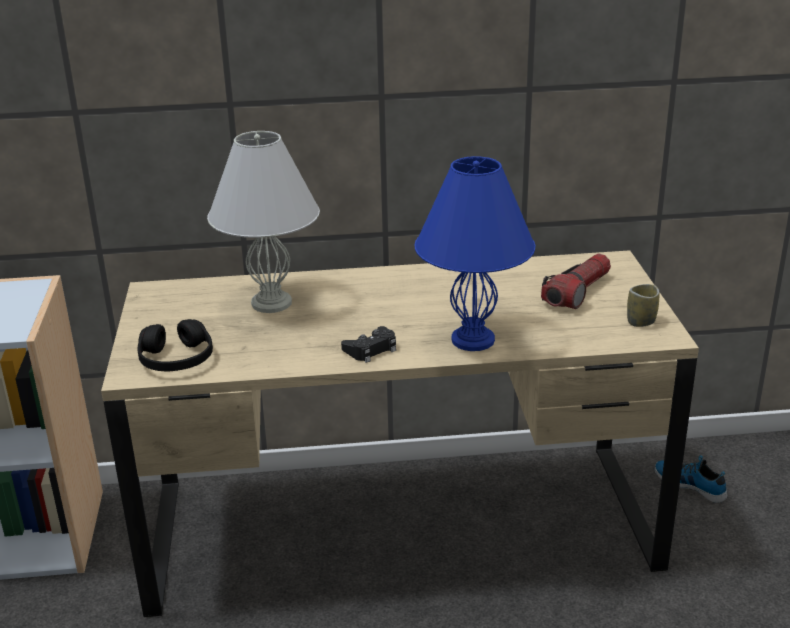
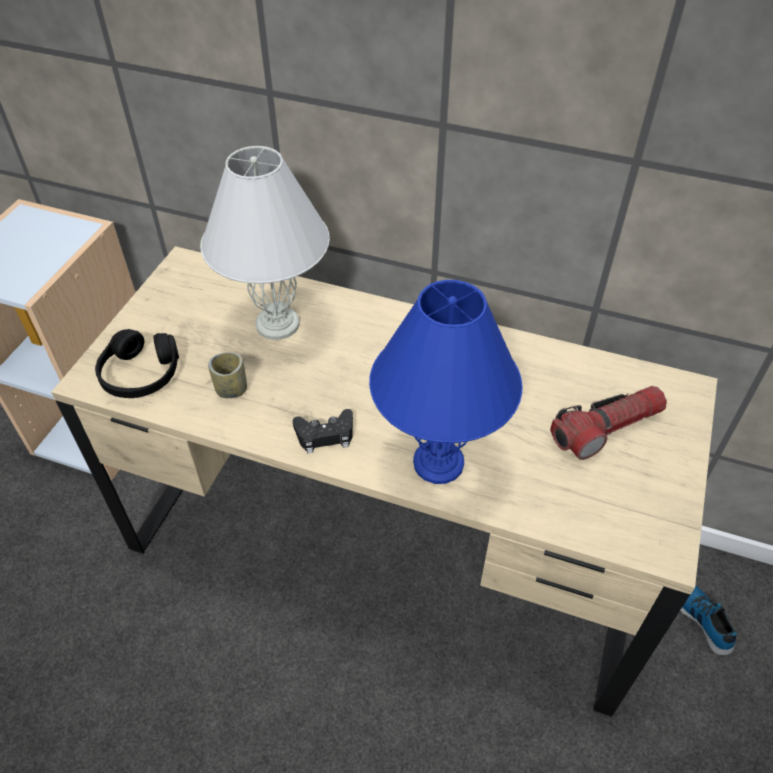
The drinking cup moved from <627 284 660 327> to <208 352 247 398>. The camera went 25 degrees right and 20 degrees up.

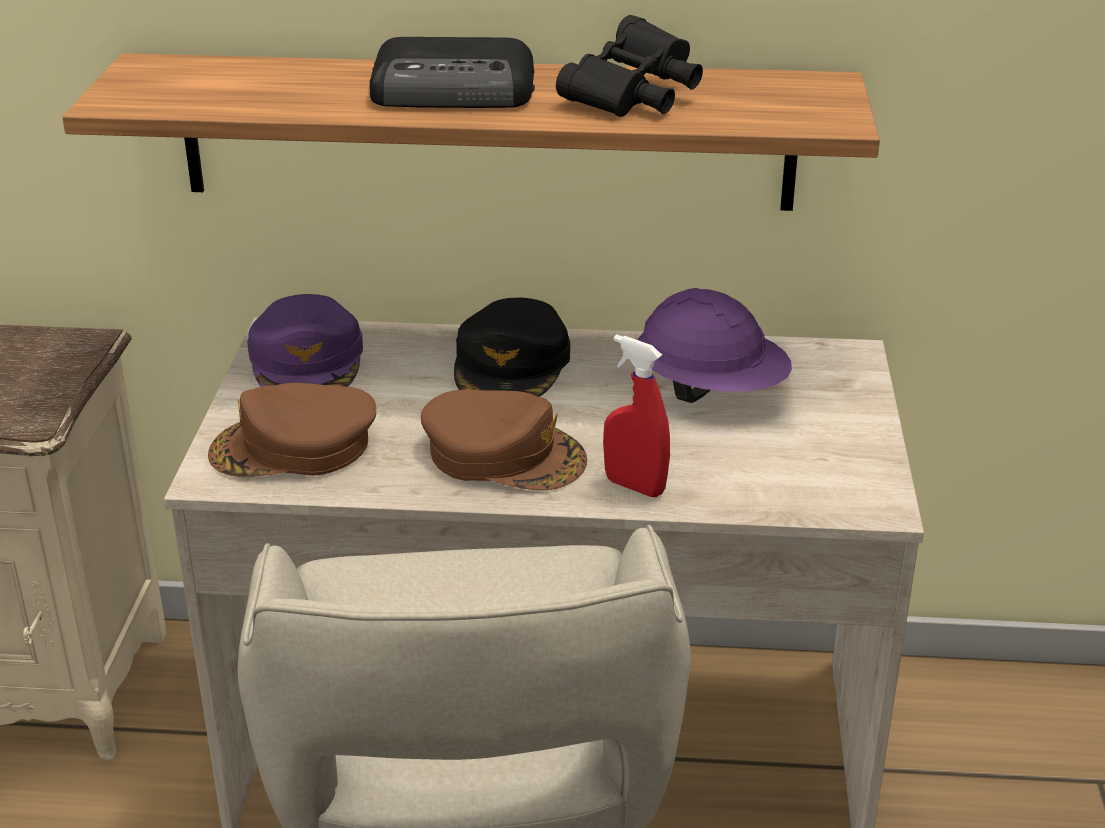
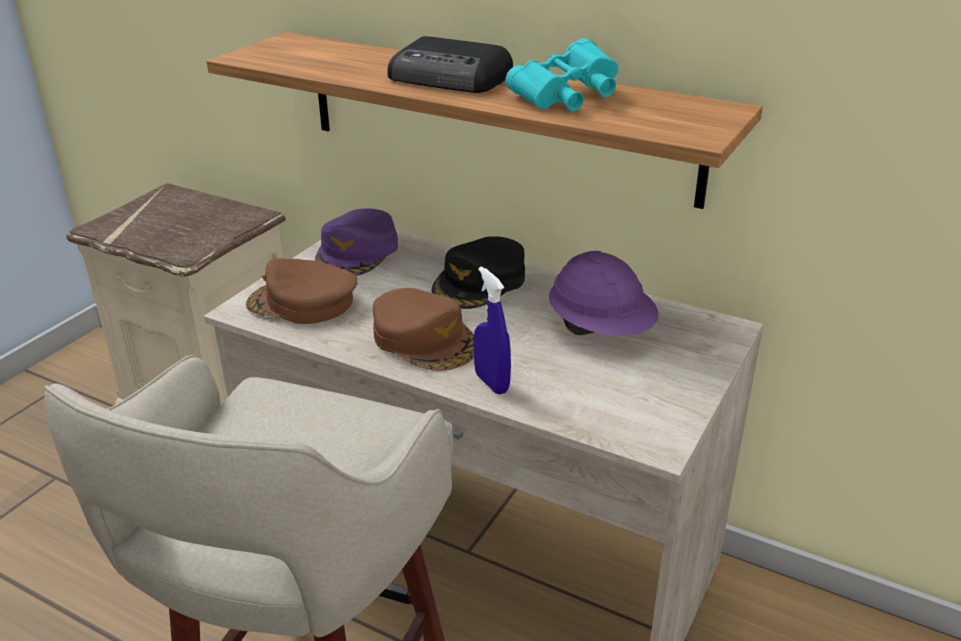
The pair of binoculars in blackish at <556 15 703 117> became the pair of binoculars in turquoise-coloured at <505 38 618 112>. The spray bottle in red-coloured at <603 334 670 497> became the spray bottle in bluish at <474 266 511 394>. The camera went 25 degrees right and 0 degrees up.

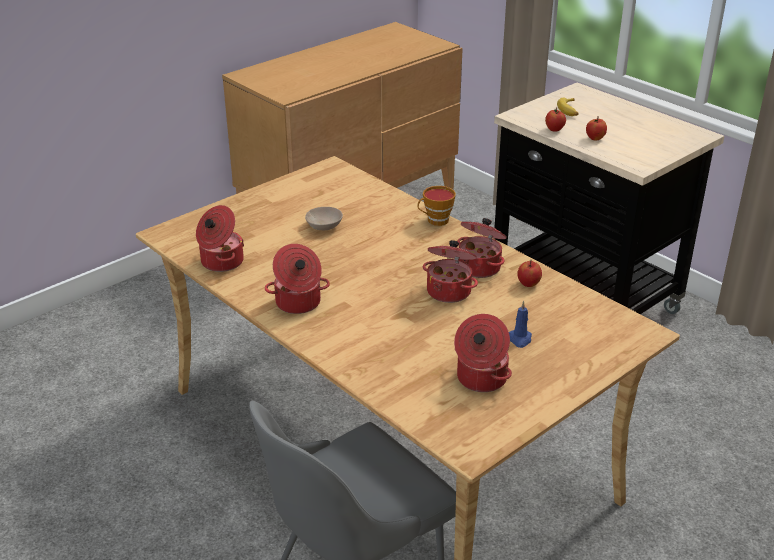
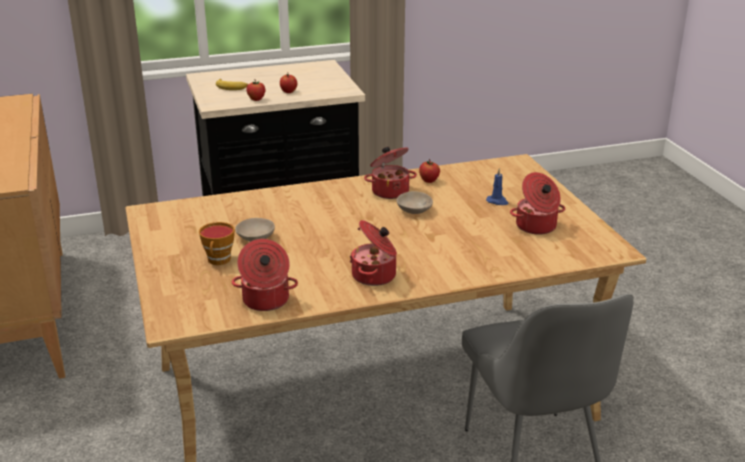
The drinking cup moved from <417 186 456 226> to <199 222 235 265>. The saucepot at <423 240 478 303> was replaced by the serving bowl in beige at <397 191 433 214>. The camera went 65 degrees left and 5 degrees down.

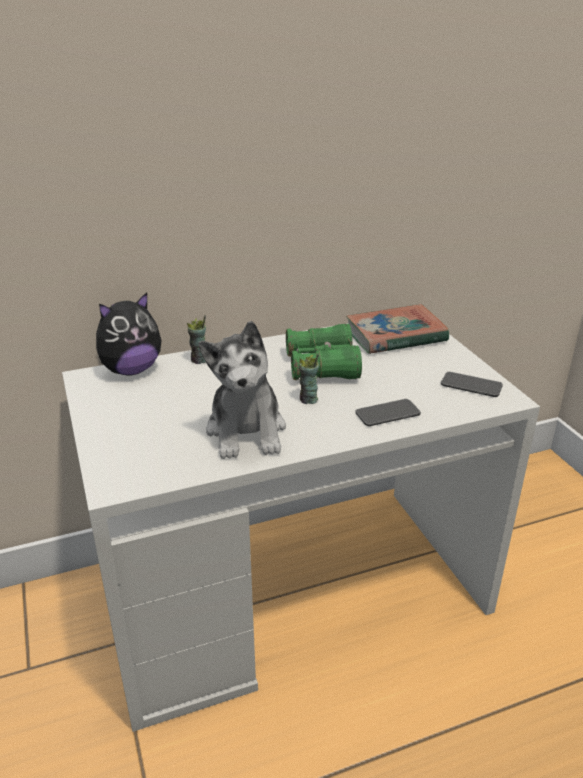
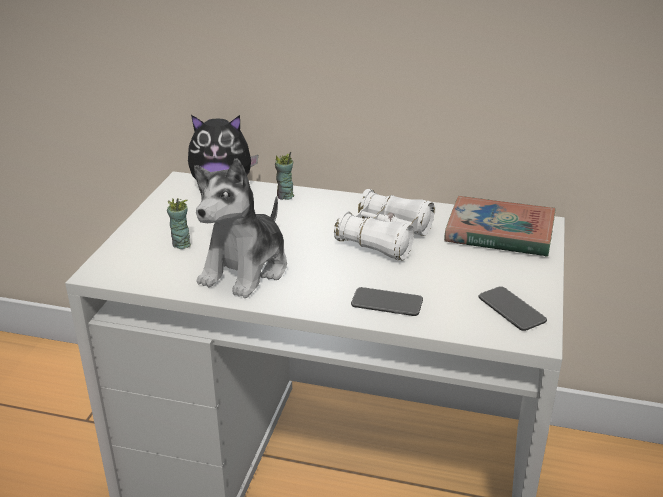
The pair of binoculars in green at <286 324 362 380> became the pair of binoculars in white at <334 189 435 260>. The drinking cup moved from <299 354 319 404> to <167 198 191 249>. The camera went 35 degrees right and 0 degrees up.

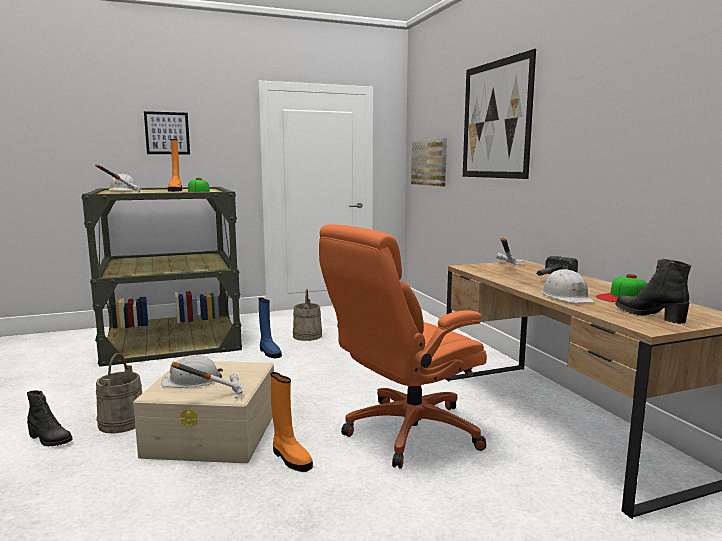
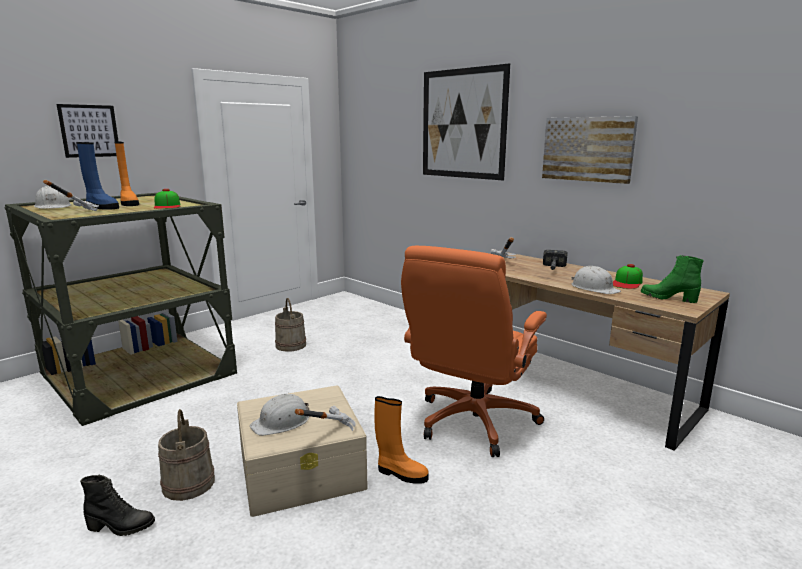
The wall picture moved from <411 138 447 186> to <542 116 638 184>. The boot in blackish at <616 259 691 324> became the boot in green at <641 255 704 303>. The boot in bluish moved from <259 298 282 358> to <77 142 119 209>. The camera went 25 degrees left and 5 degrees up.

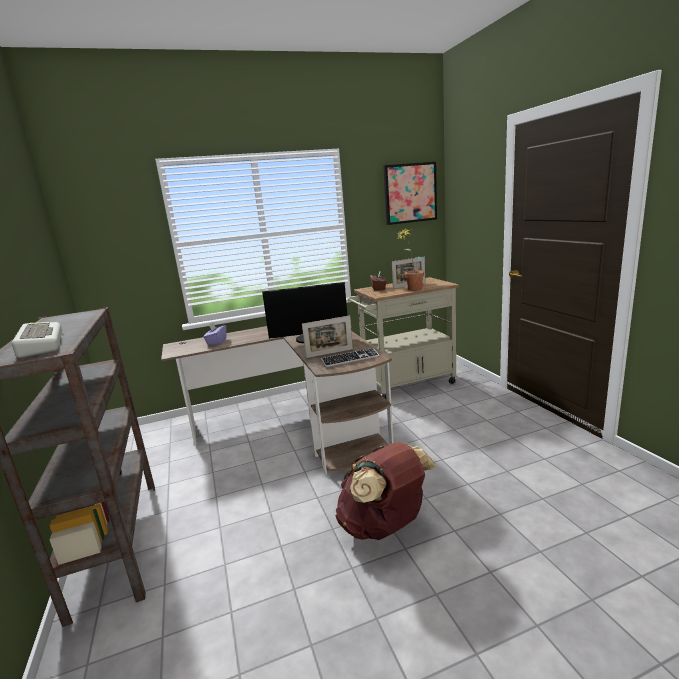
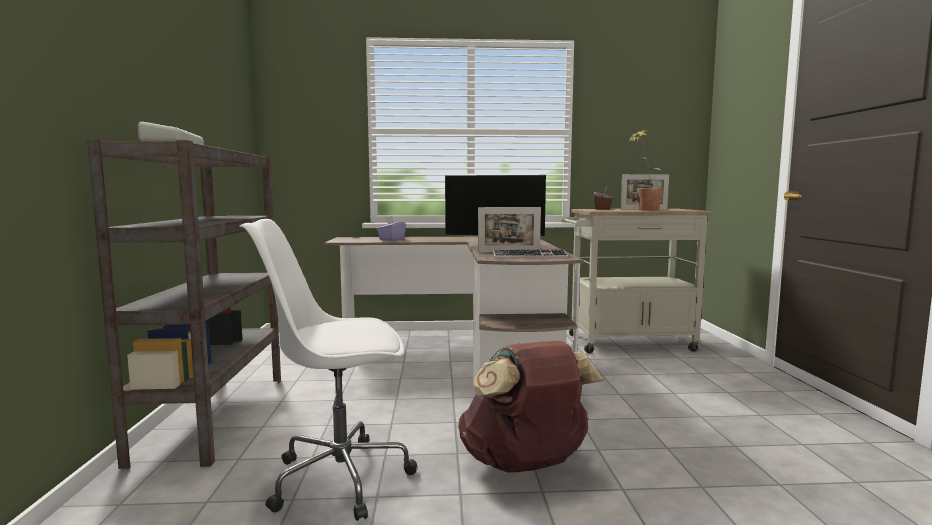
The wall picture at <383 162 437 225> disappeared. The office chair in white at <239 219 418 521> appeared. The camera went 15 degrees right and 10 degrees down.

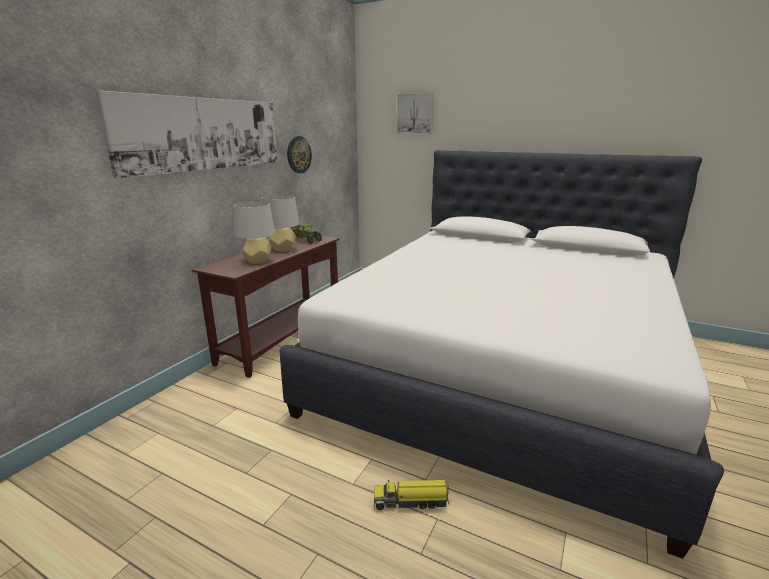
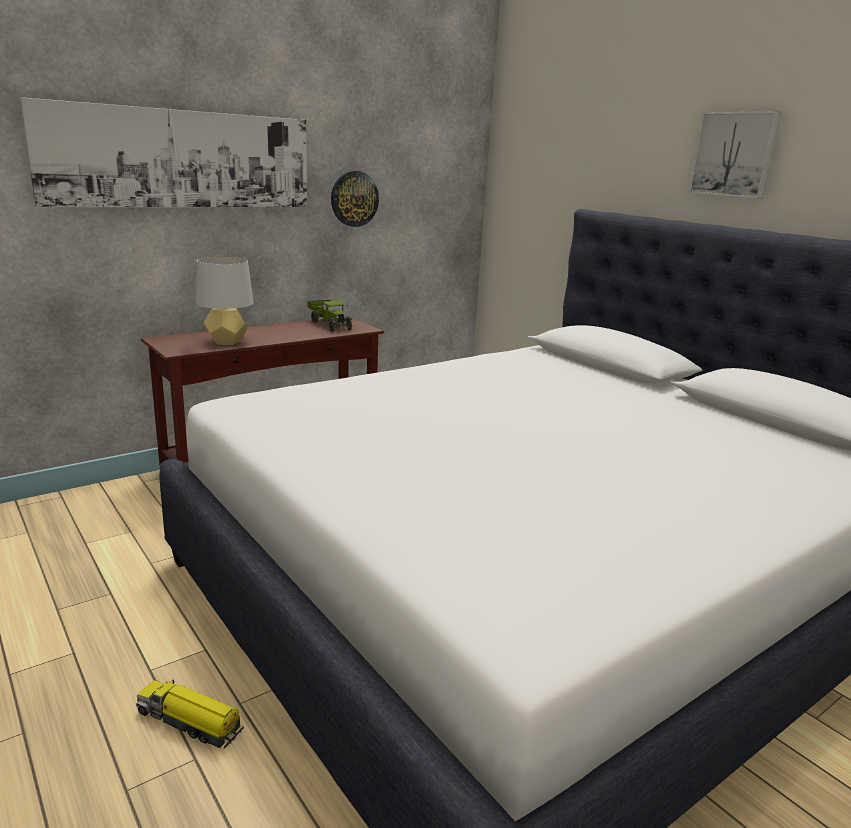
The wall picture moved from <397 93 434 134> to <688 111 781 198>. The table lamp in gray at <263 195 299 252> disappeared. The camera went 25 degrees right and 0 degrees up.

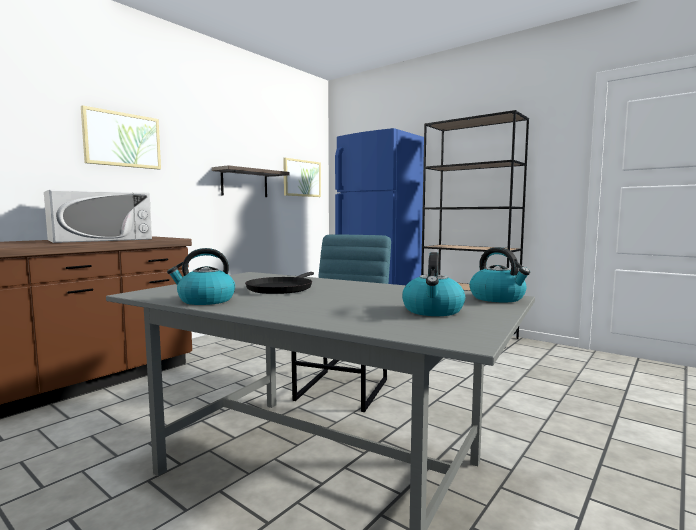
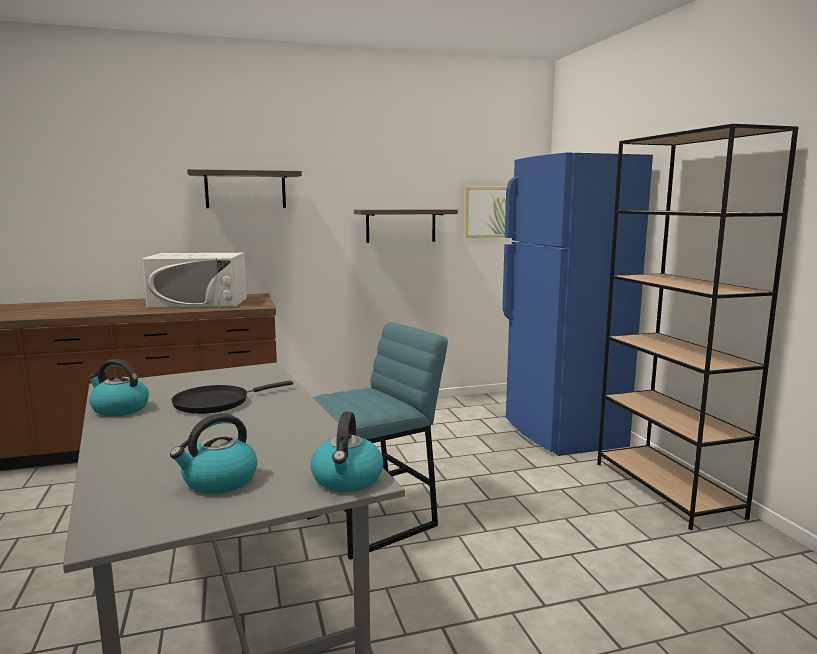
The wall picture at <81 105 161 170> was replaced by the wall shelf at <187 169 302 208>. The camera went 35 degrees right and 5 degrees up.

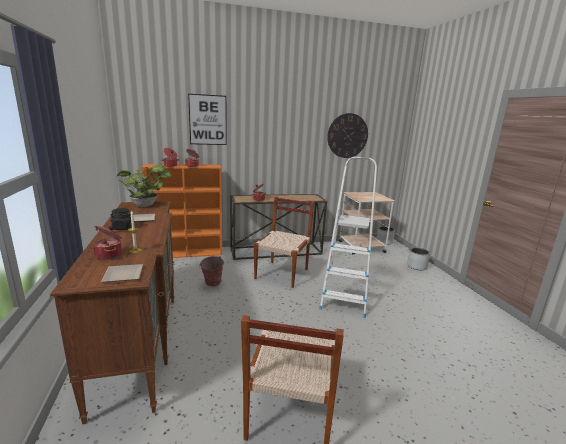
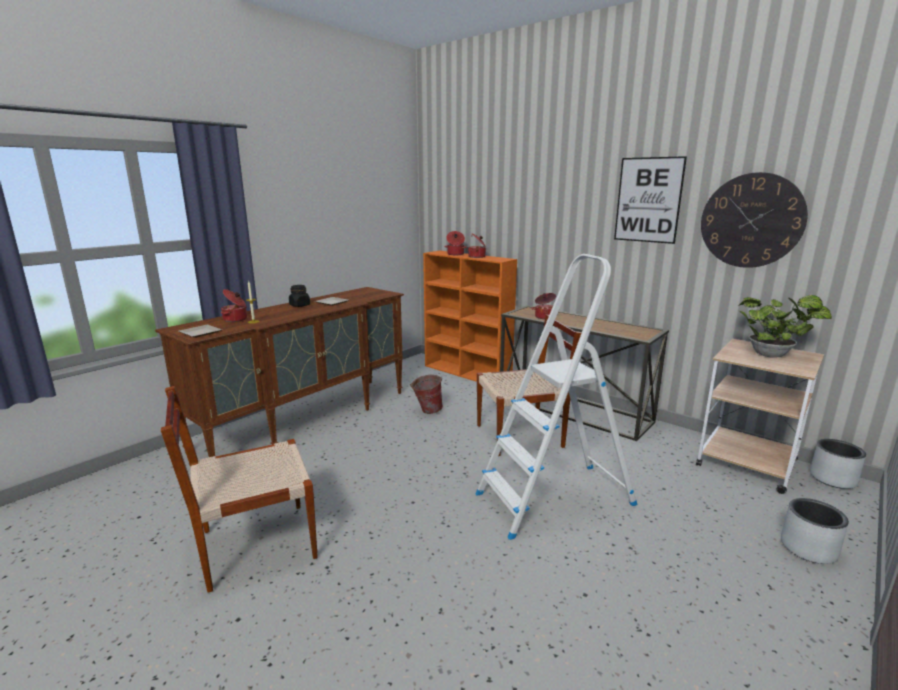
The wall picture moved from <188 94 227 145> to <614 156 687 244>. The potted plant moved from <116 164 172 207> to <739 295 832 358>. The camera went 55 degrees right and 0 degrees up.

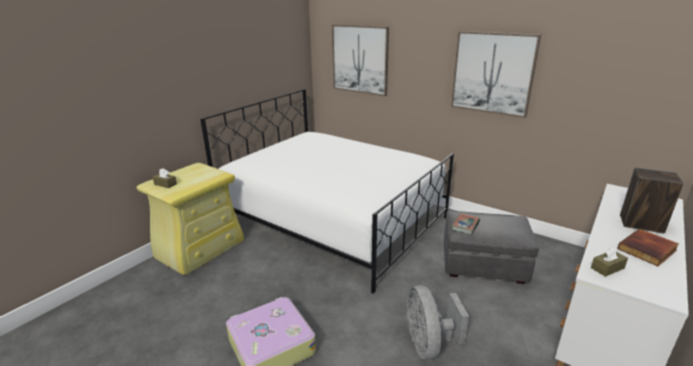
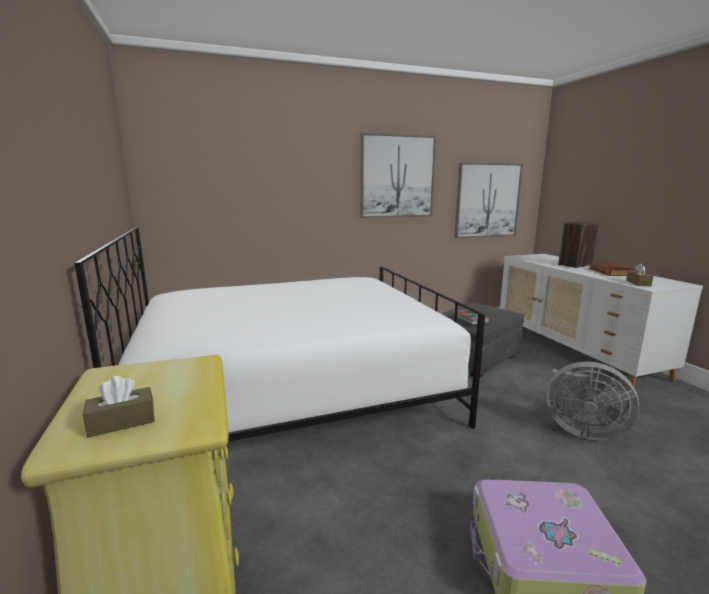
The wall picture moved from <332 24 389 96> to <454 162 523 239>. The camera went 55 degrees left and 10 degrees down.

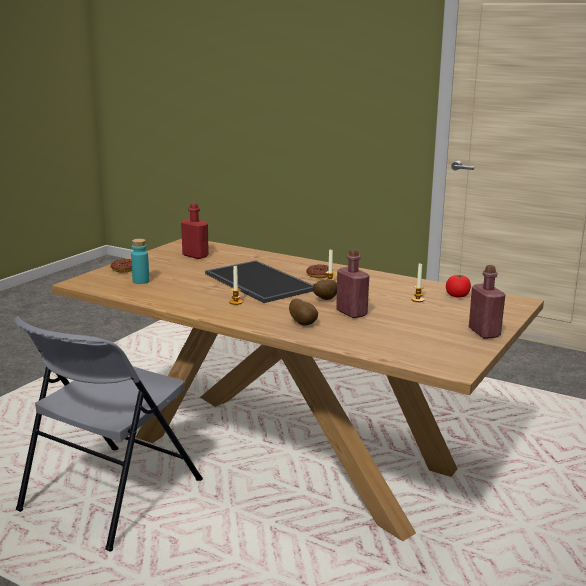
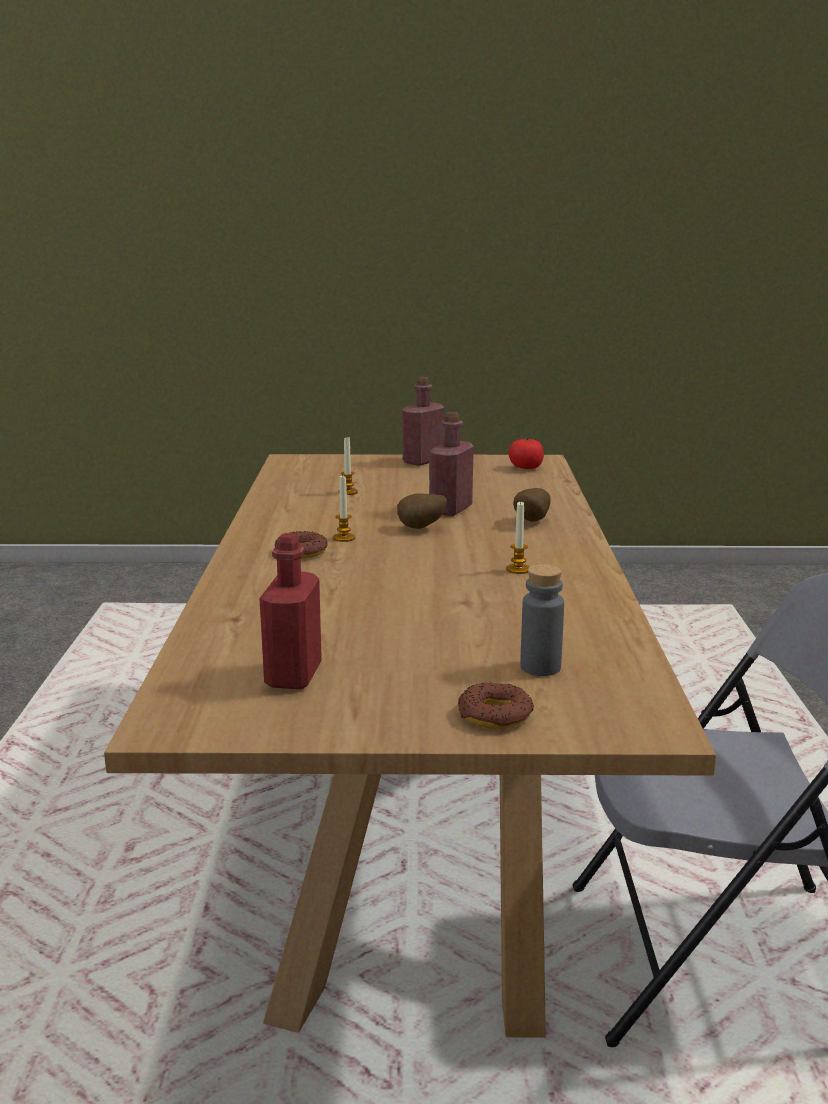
The drink bottle in turquoise-coloured at <131 239 149 284> became the drink bottle in gray at <520 564 564 676>. The serving tray at <205 260 313 303> disappeared. The fresh tomato moved from <446 275 471 298> to <509 438 544 469>. The camera went 120 degrees left and 0 degrees up.

